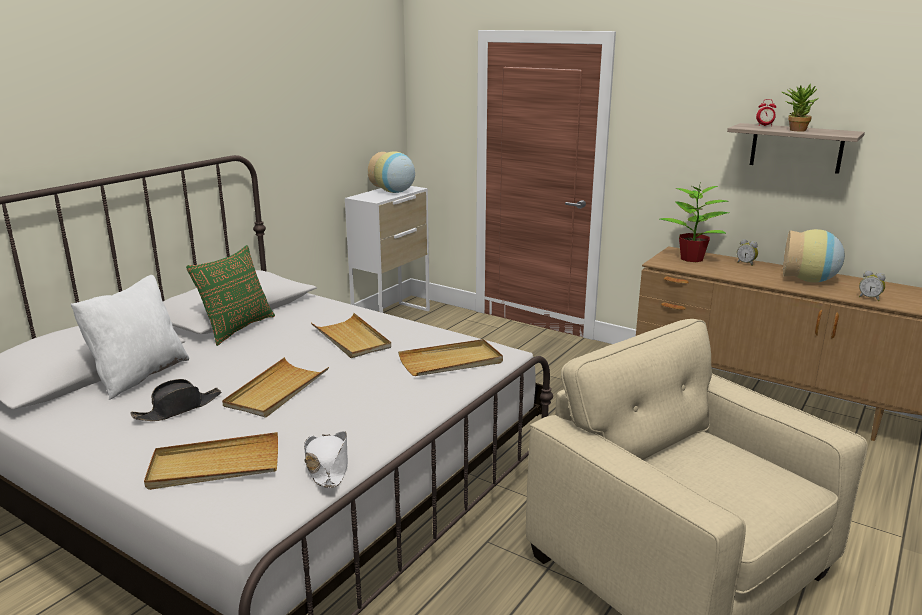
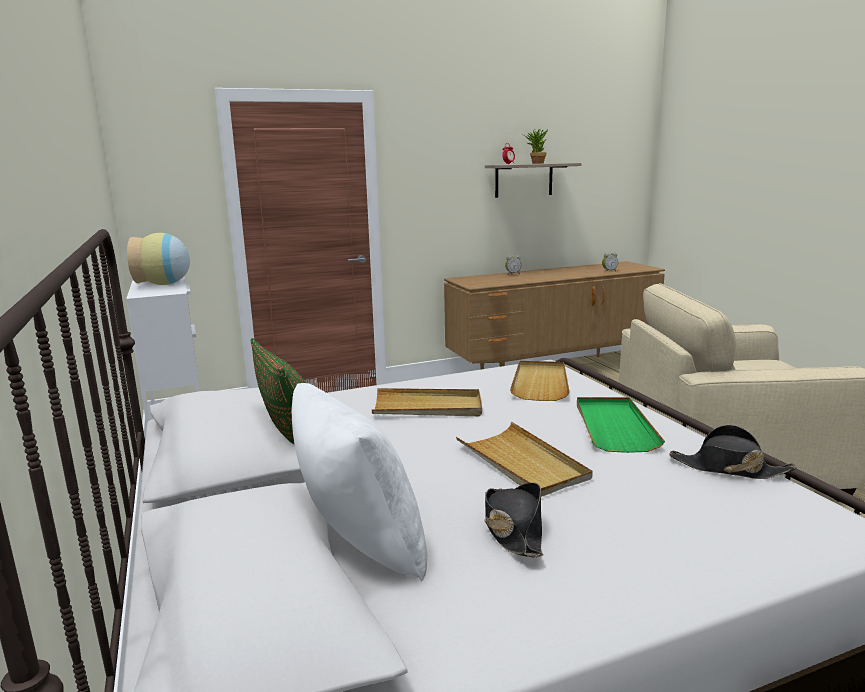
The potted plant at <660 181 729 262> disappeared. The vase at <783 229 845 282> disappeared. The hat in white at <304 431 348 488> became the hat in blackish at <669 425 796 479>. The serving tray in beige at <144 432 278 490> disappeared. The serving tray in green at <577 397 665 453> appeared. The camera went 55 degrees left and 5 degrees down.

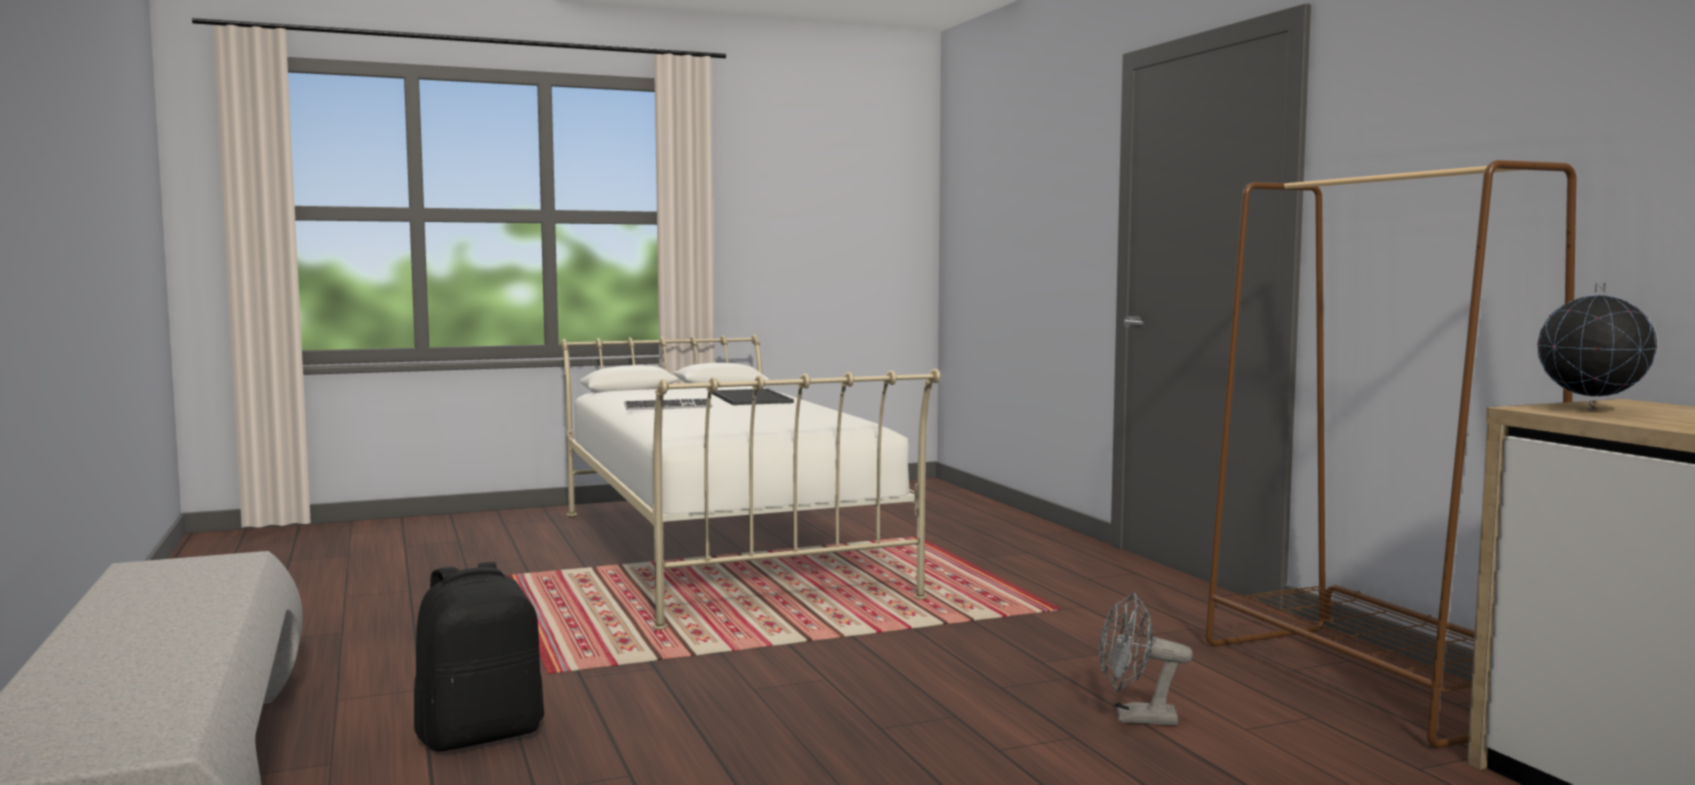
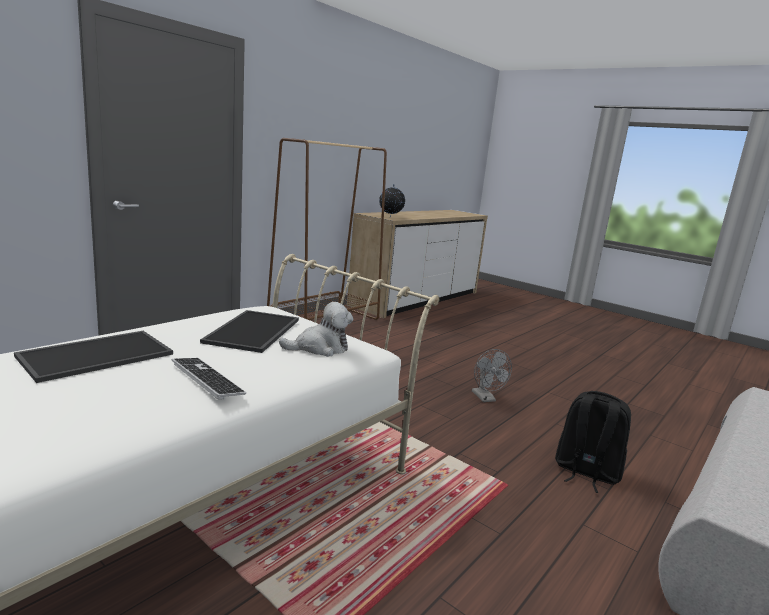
The electric fan in gray moved from <1099 593 1193 726> to <472 349 512 402>. The cuddly toy at <279 302 353 357> appeared. The serving tray at <200 310 299 353> appeared. The camera went 120 degrees left and 10 degrees up.

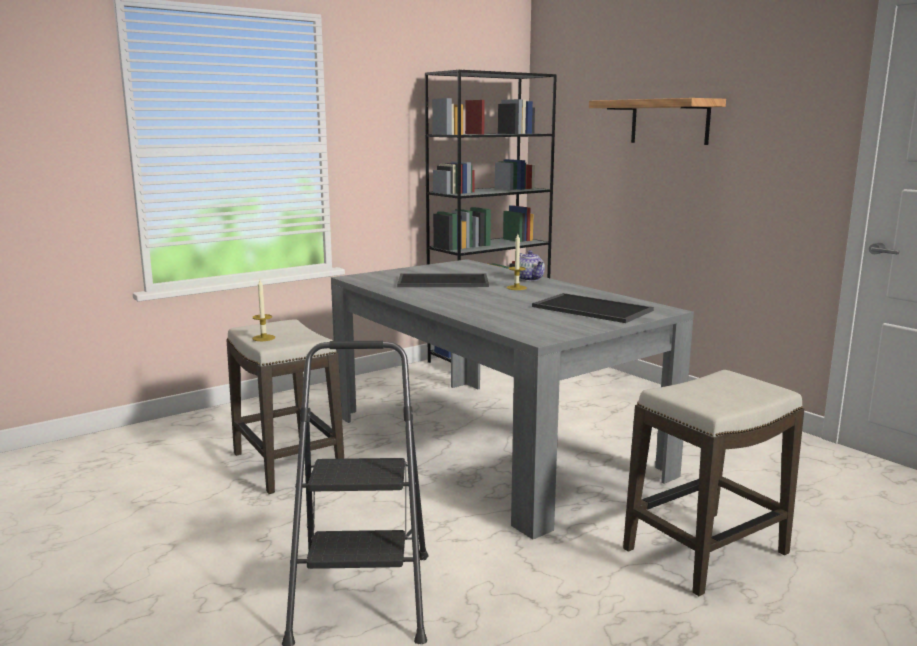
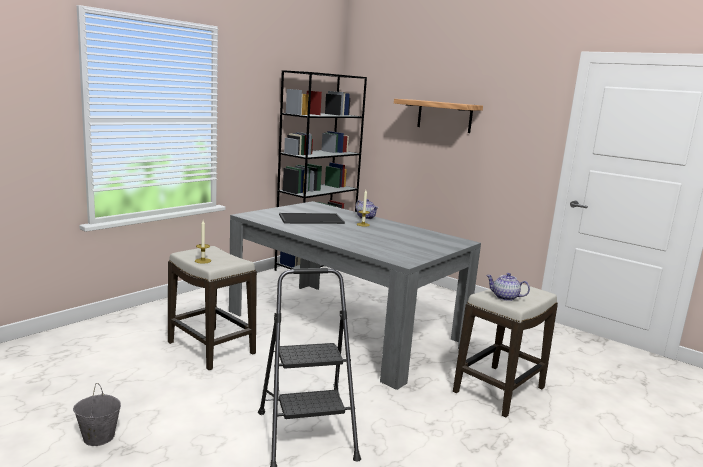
The serving tray at <532 293 654 323> disappeared. The pot for tea at <486 273 530 301> appeared. The pail in gray at <73 383 121 446> appeared. The camera went 15 degrees left and 0 degrees up.

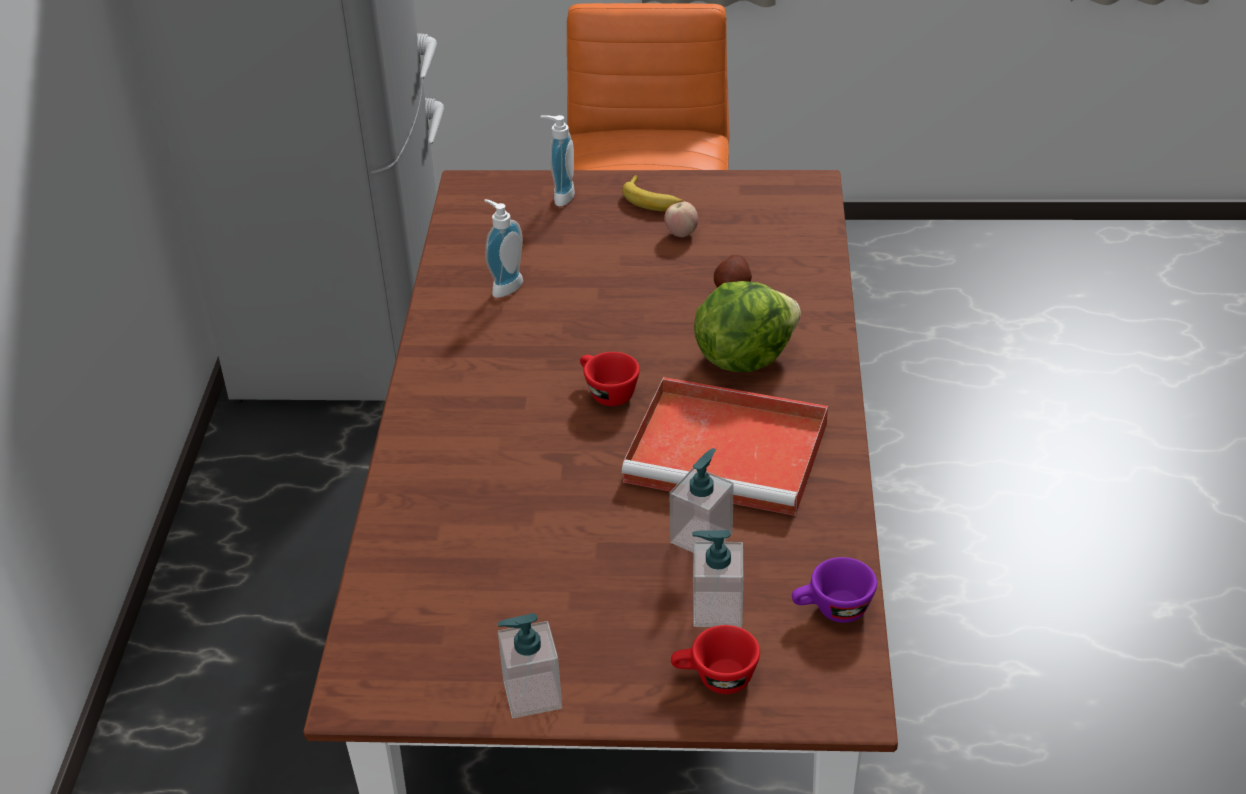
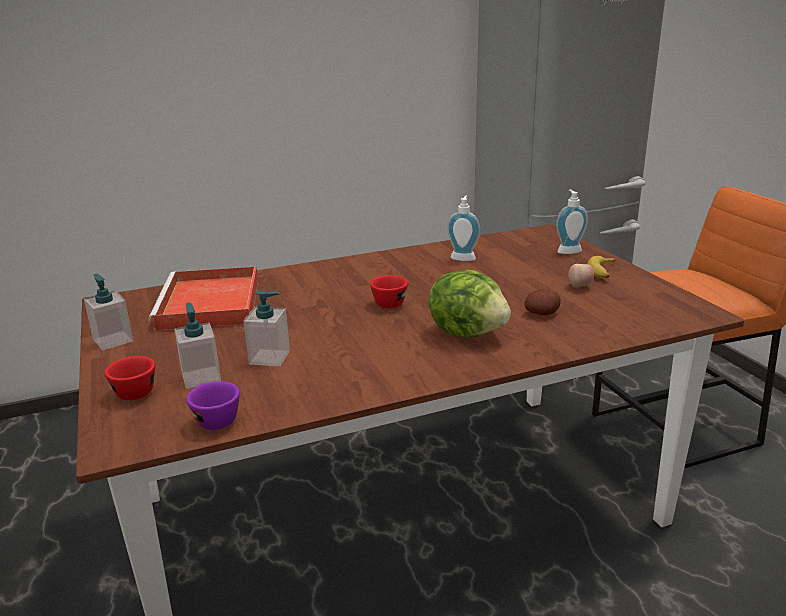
The serving tray in red-coloured moved from <622 377 828 516> to <148 266 258 331>. The camera went 65 degrees right and 15 degrees down.

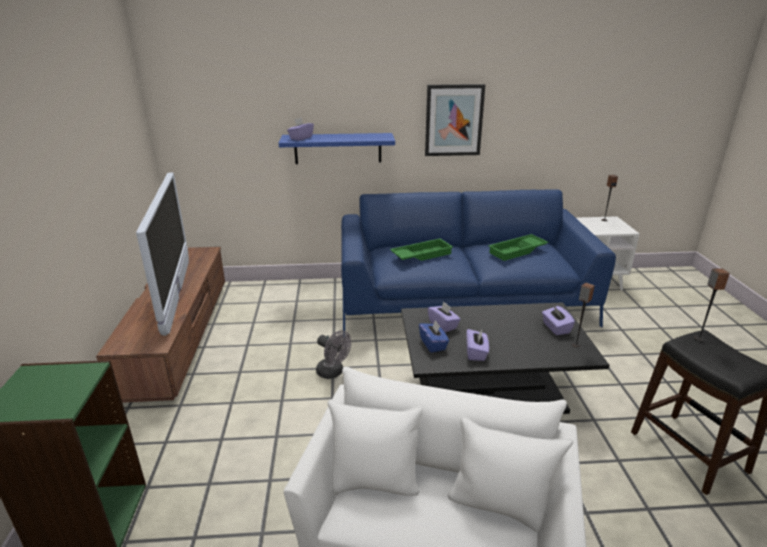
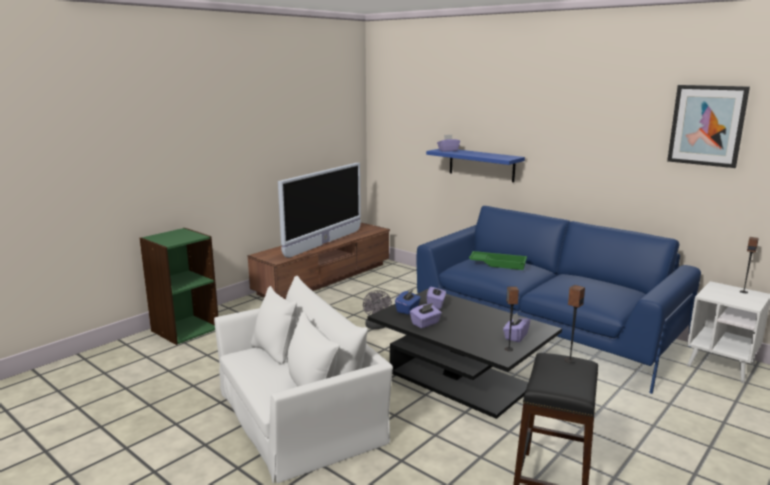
The wall picture moved from <425 84 485 156> to <667 85 750 168>. The serving tray in green at <488 234 549 261> disappeared. The camera went 45 degrees right and 10 degrees down.

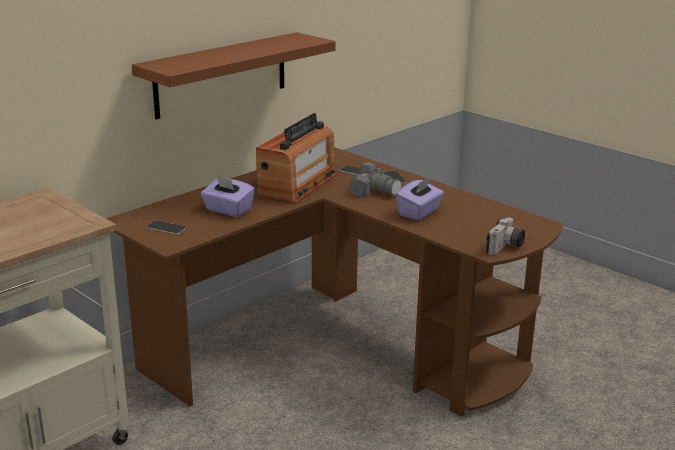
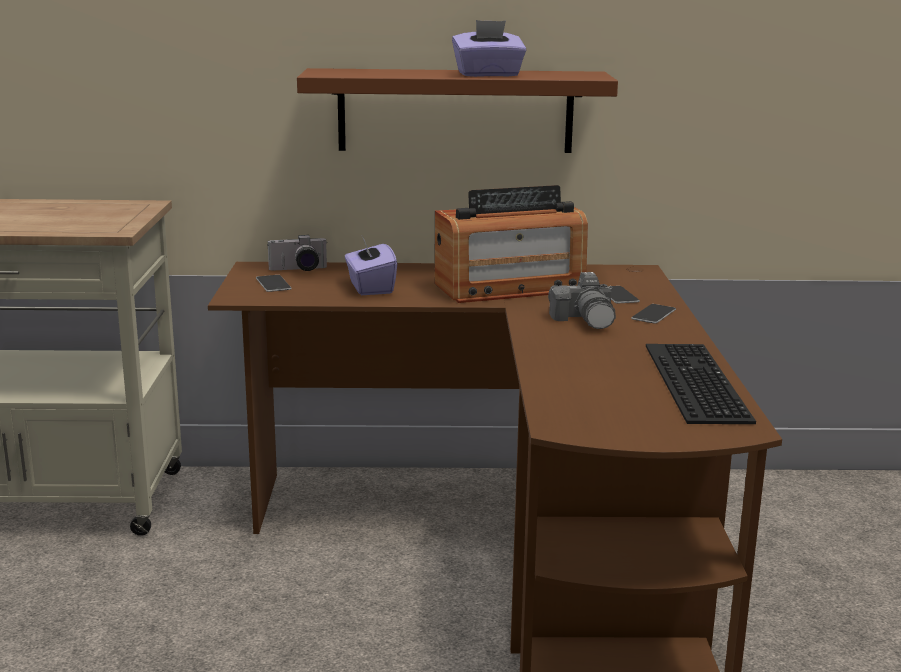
The tissue box in purple moved from <396 177 444 220> to <452 20 526 77>. The still camera moved from <486 217 525 255> to <267 235 328 271>. The computer keyboard at <646 344 756 424> appeared. The camera went 45 degrees right and 5 degrees down.

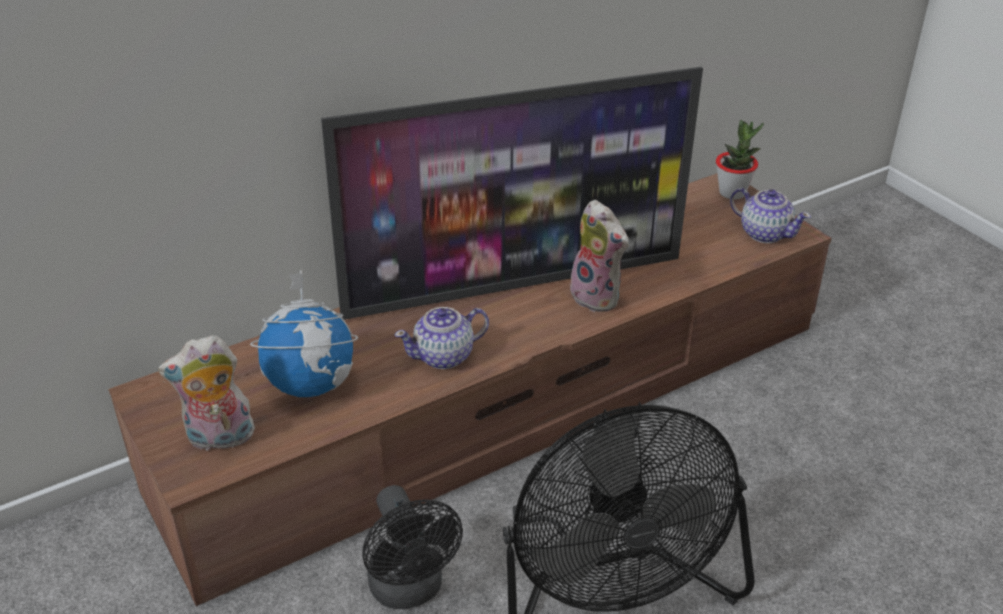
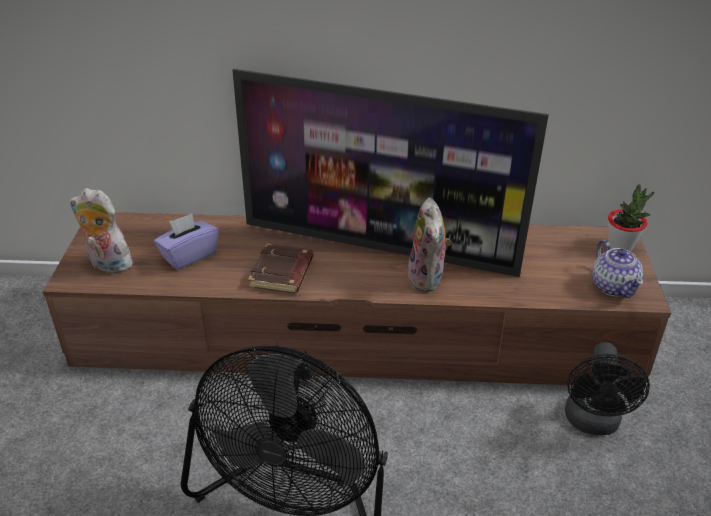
The world globe at <250 270 359 397> was replaced by the tissue box in purple at <154 213 219 270>. The pot for tea at <394 307 489 369> was replaced by the book in brown at <248 243 313 293>. The electric fan in blackish moved from <362 485 463 609> to <565 342 650 436>. The camera went 35 degrees right and 0 degrees up.

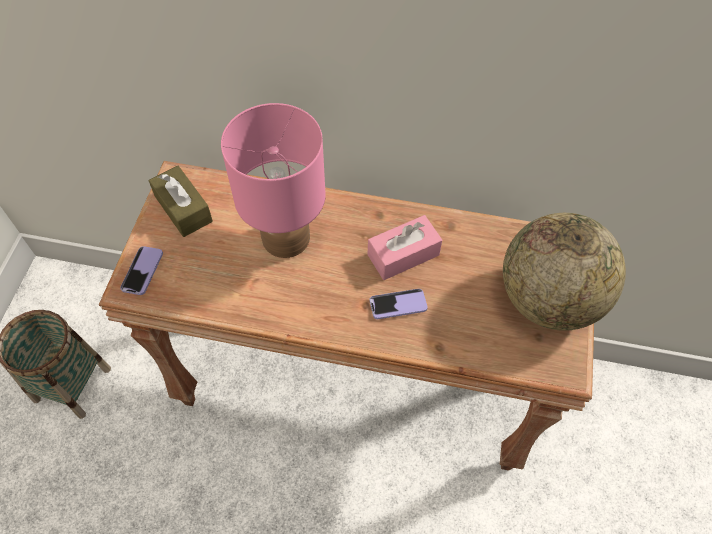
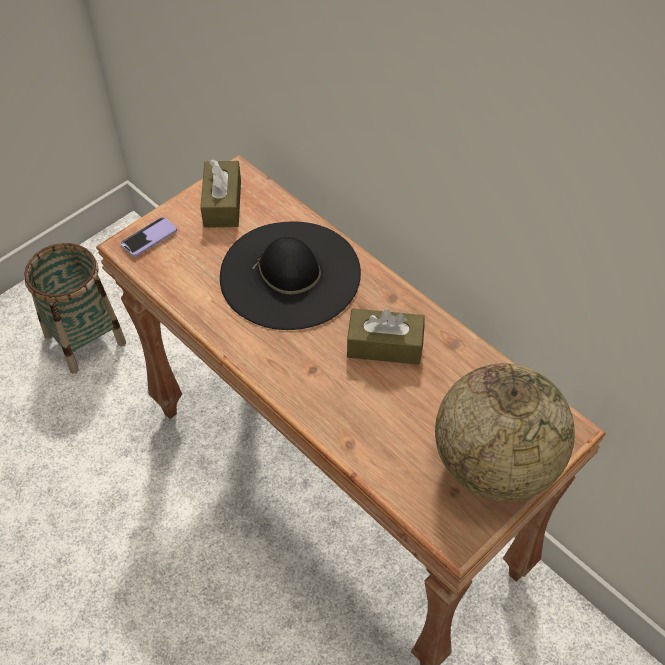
The table lamp in pinkish at <221 103 326 258> was replaced by the hat in blackish at <220 221 361 330>. The tissue box in pinkish at <368 215 442 280> became the tissue box in brown at <347 308 425 365>. The phone at <370 289 428 319> disappeared. The camera went 35 degrees right and 5 degrees down.

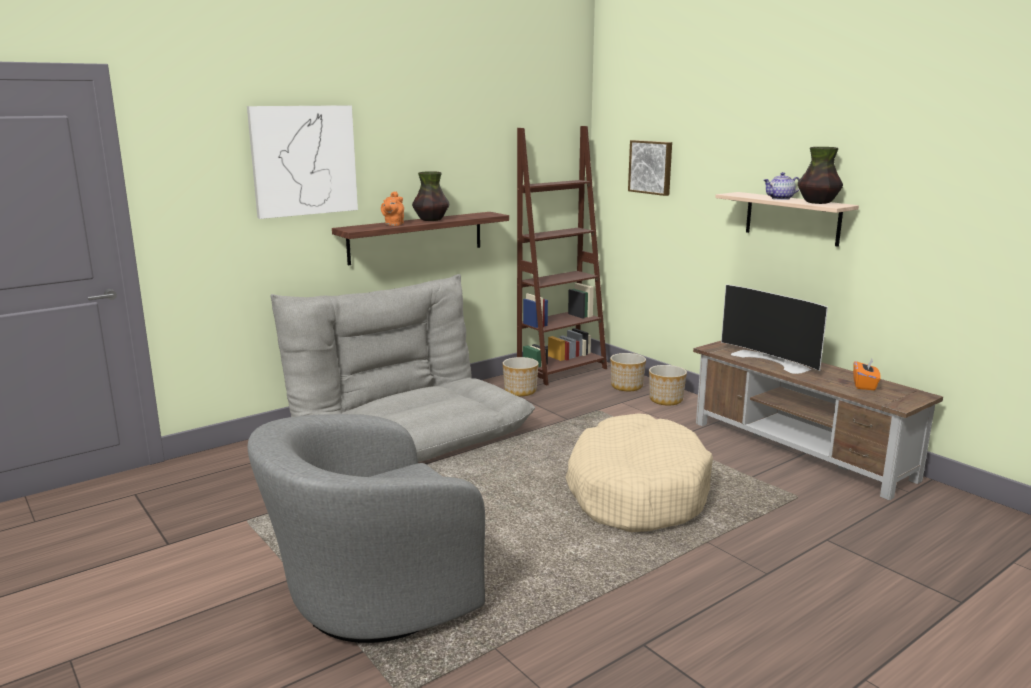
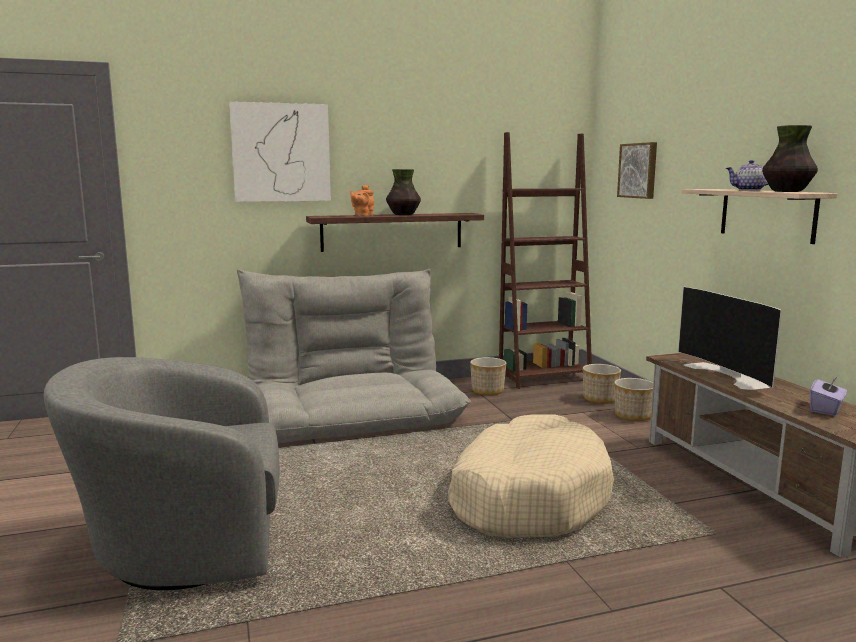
The tissue box in orange at <853 359 881 390> became the tissue box in purple at <810 376 847 416>. The camera went 20 degrees right and 5 degrees down.

